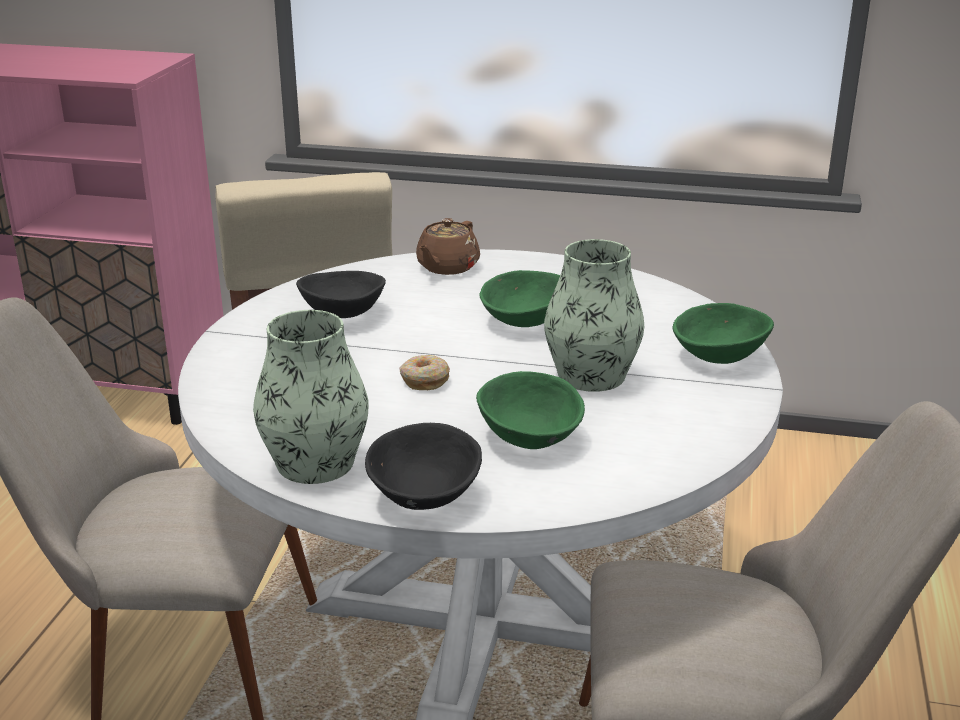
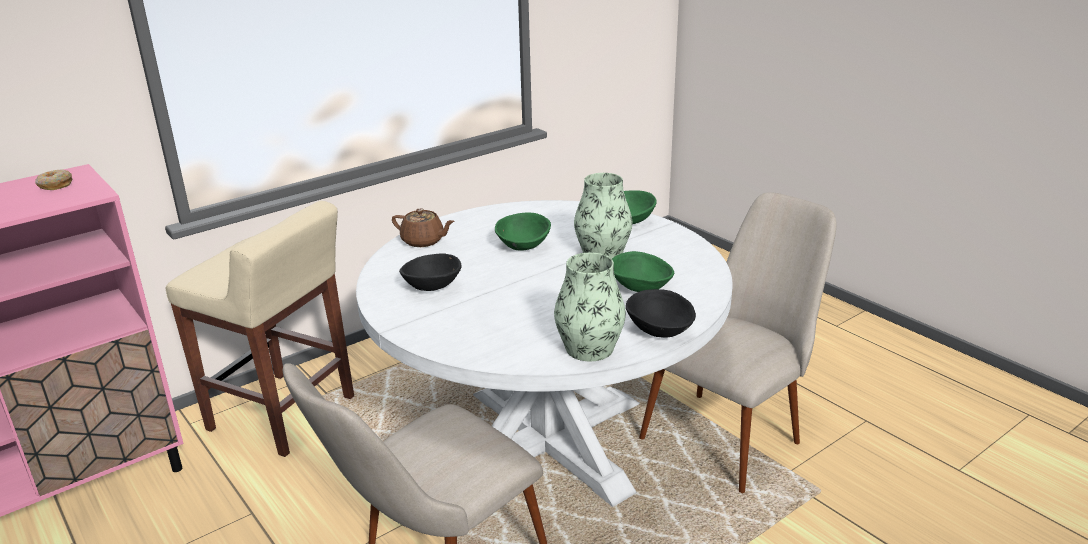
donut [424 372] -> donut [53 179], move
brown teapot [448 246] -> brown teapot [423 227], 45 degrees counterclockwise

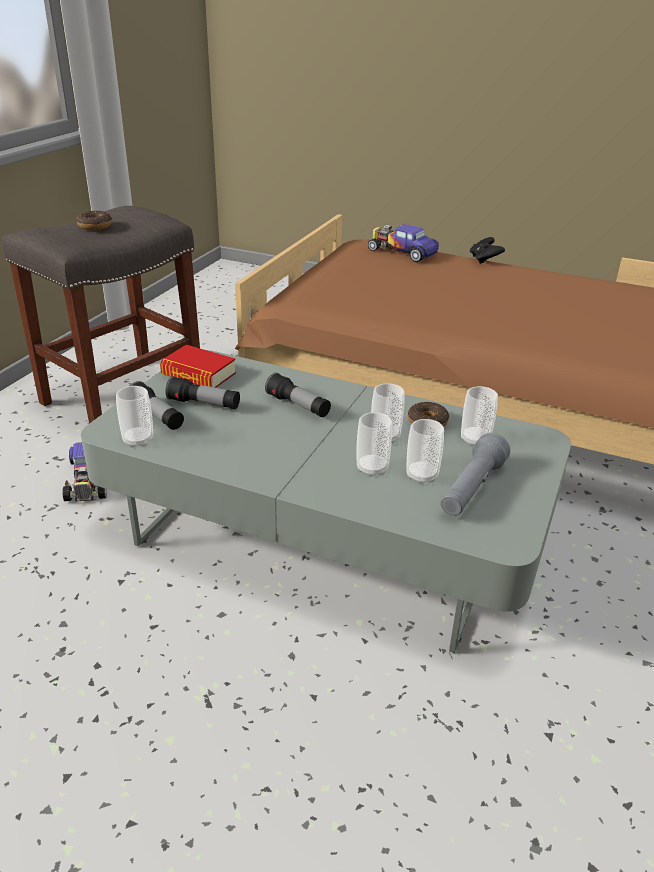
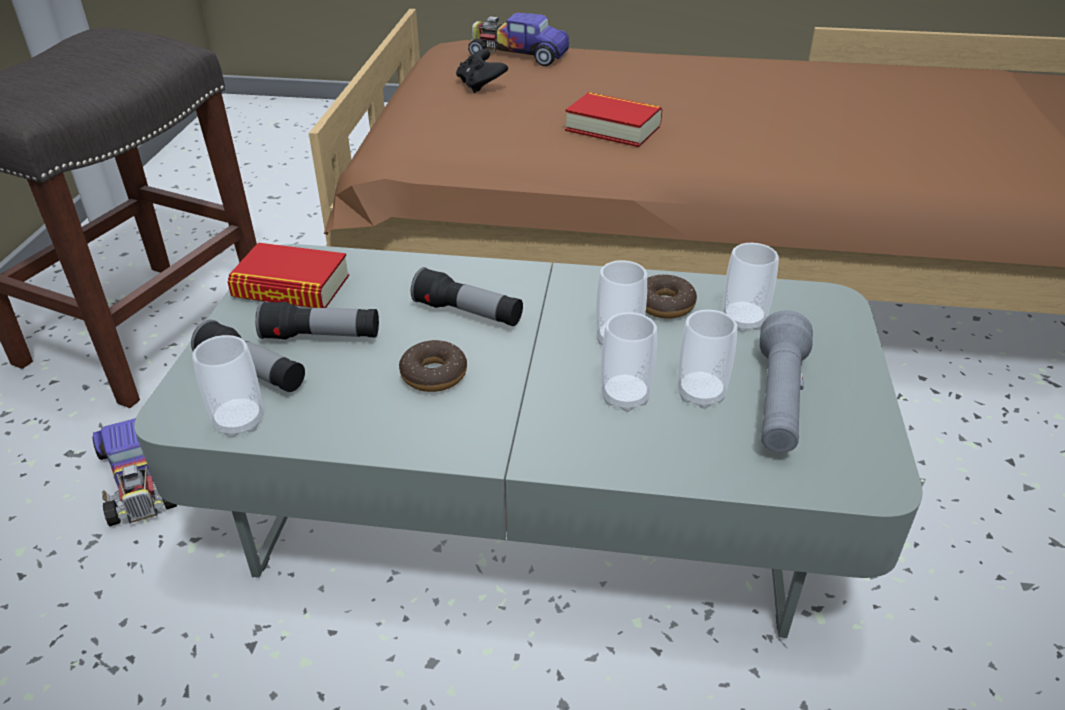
none -> book [613 119]
donut [94 220] -> donut [433 365], move
black game controller [487 250] -> black game controller [482 71], move

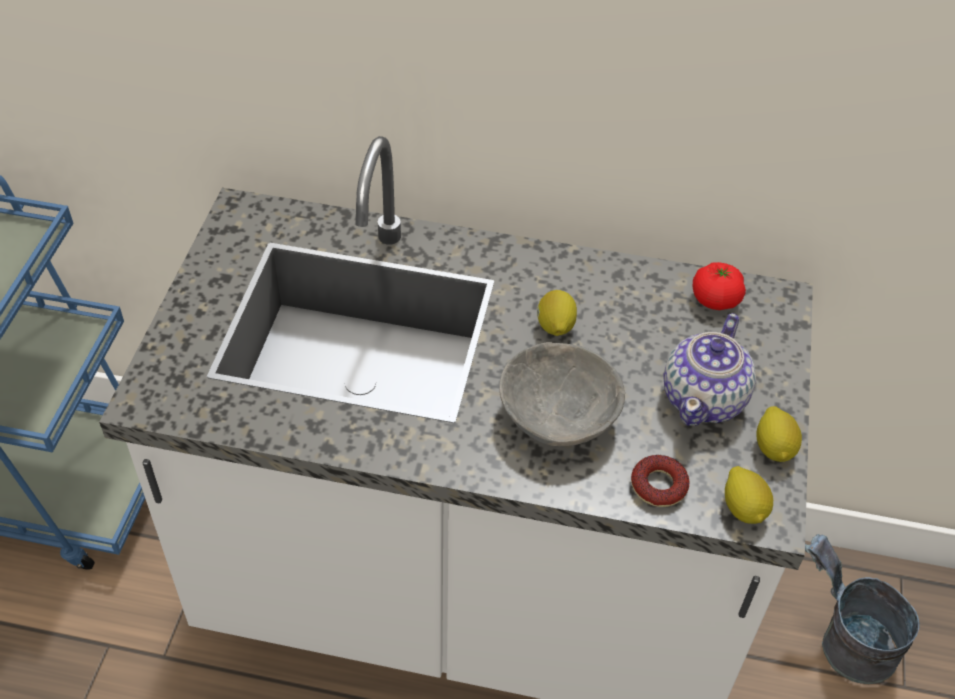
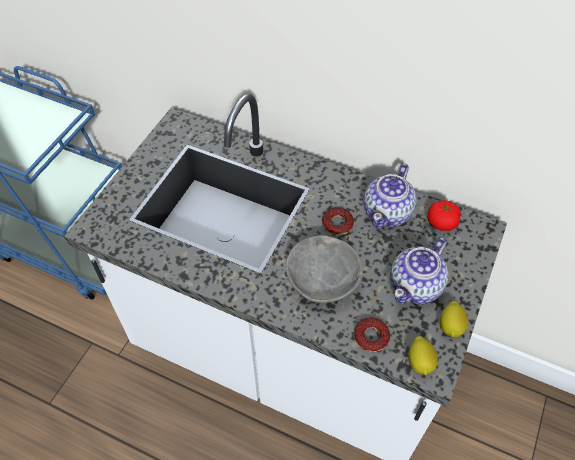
grey bucket [862 609] -> none
none -> teapot [390 196]
lemon [557 313] -> donut [338 221]

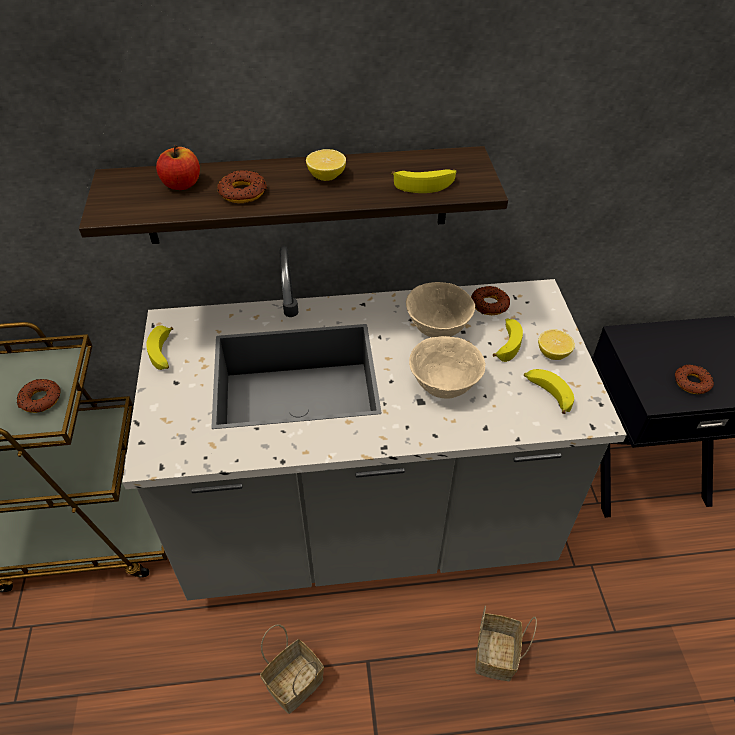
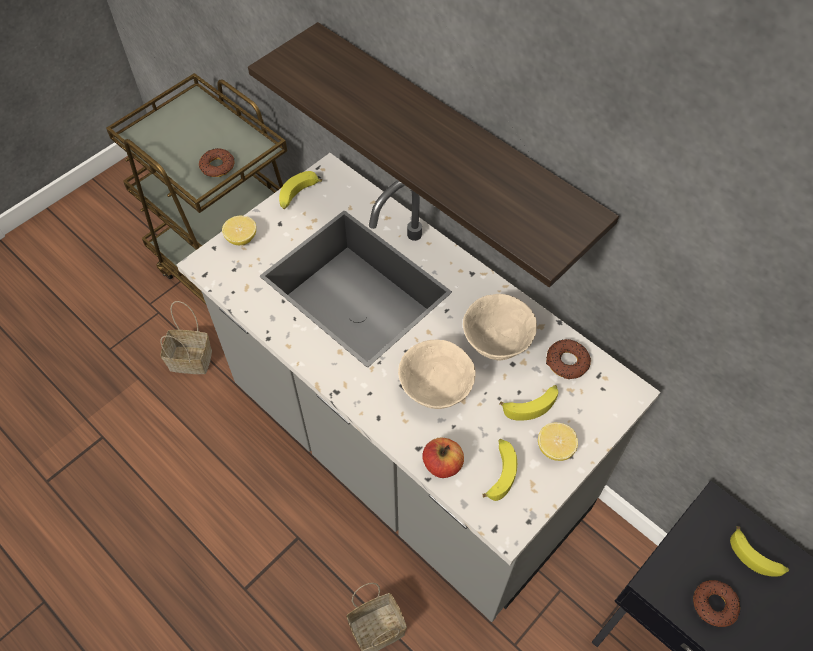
donut [242 186] -> none
apple [178 167] -> apple [443 458], move
basket [292 669] -> basket [186 337], move
lemon [326 165] -> lemon [239 230], move
banana [423 181] -> banana [759 551], move

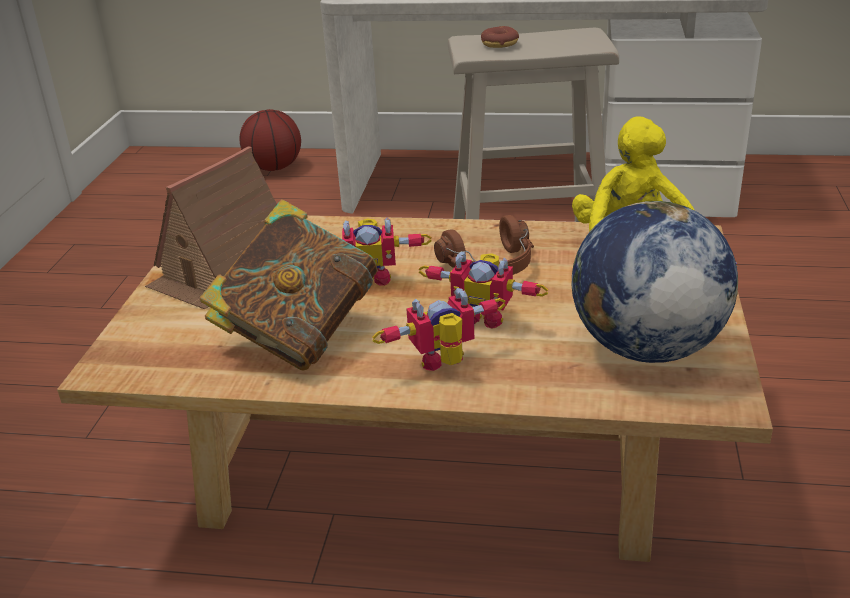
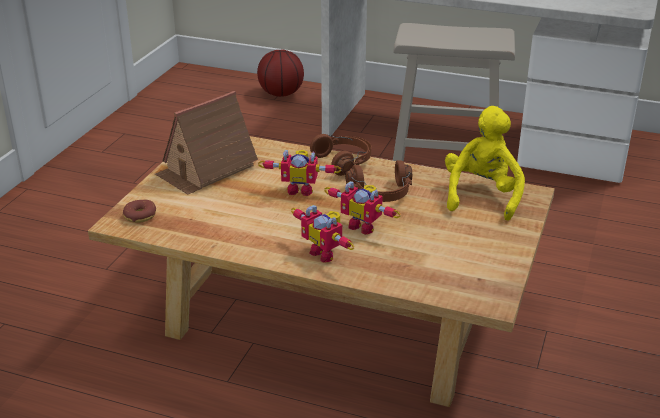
book [289 285] -> none
globe [654 282] -> none
none -> brown headphones [340 155]
donut [500 37] -> donut [139 211], move
toy robot [439 329] -> toy robot [323 234], 120 degrees counterclockwise

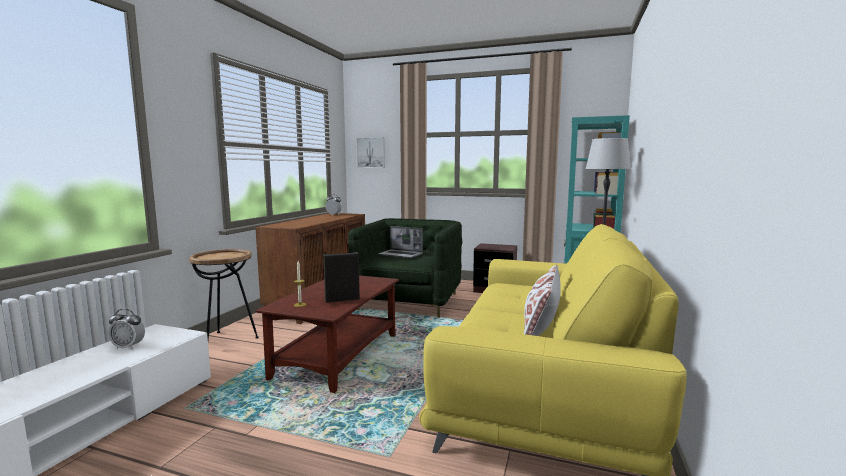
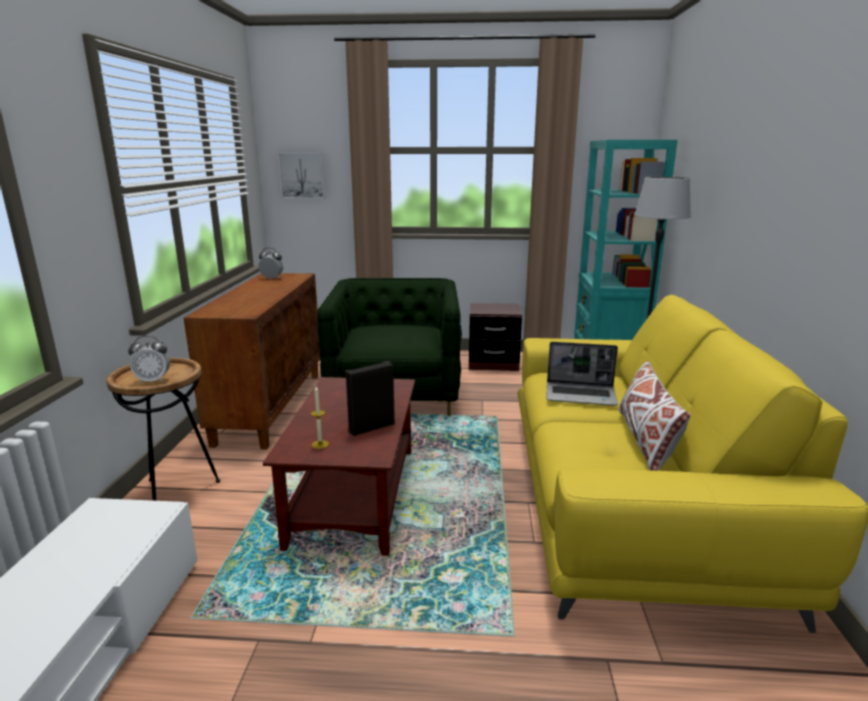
alarm clock [127 329] -> alarm clock [149 360], move
laptop [400 242] -> laptop [582 374], move

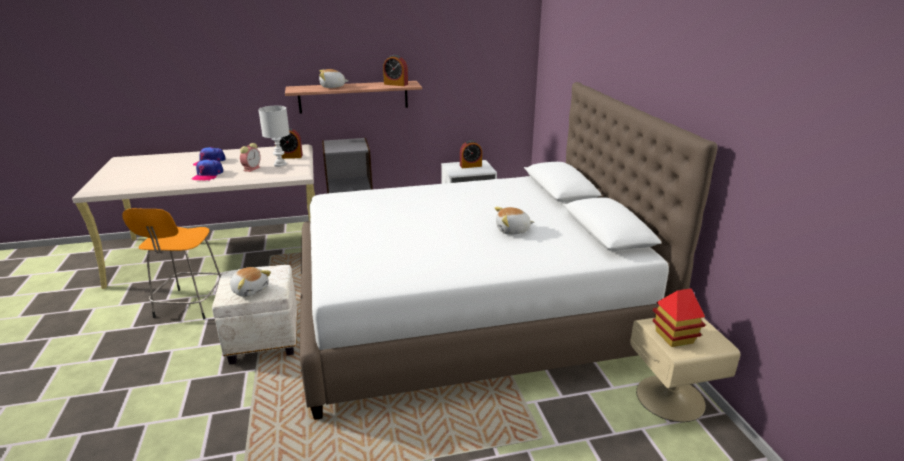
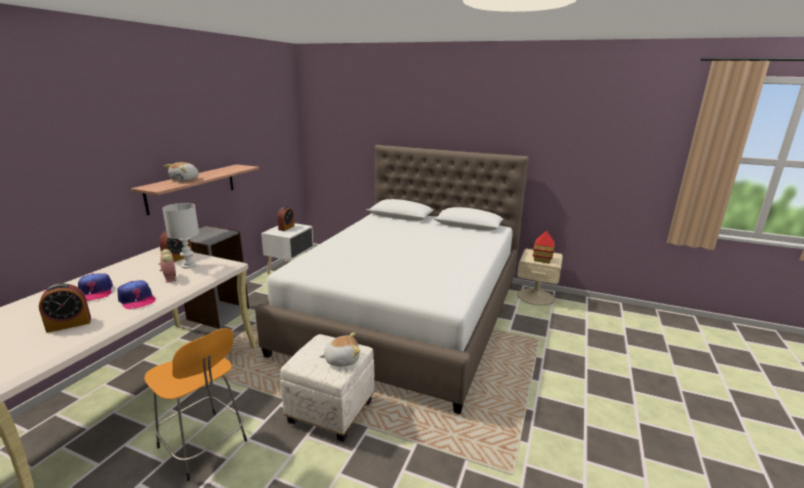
plush toy [514 221] -> none
alarm clock [395 70] -> alarm clock [65 308], move

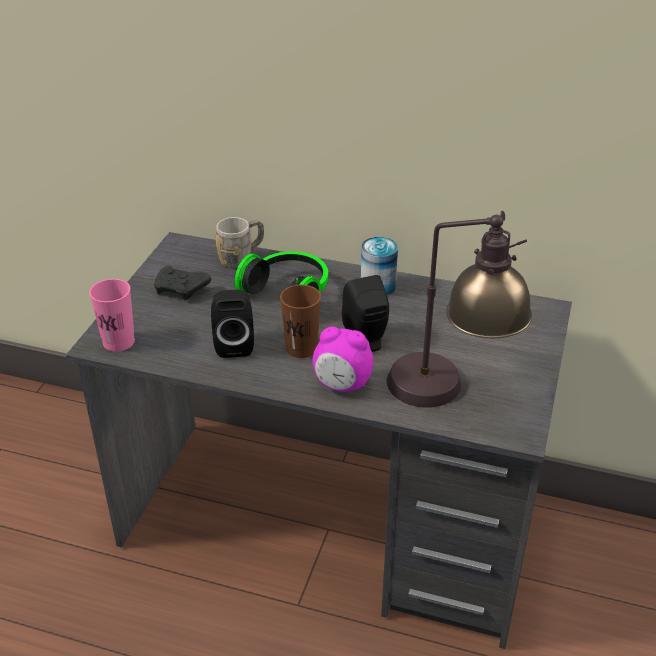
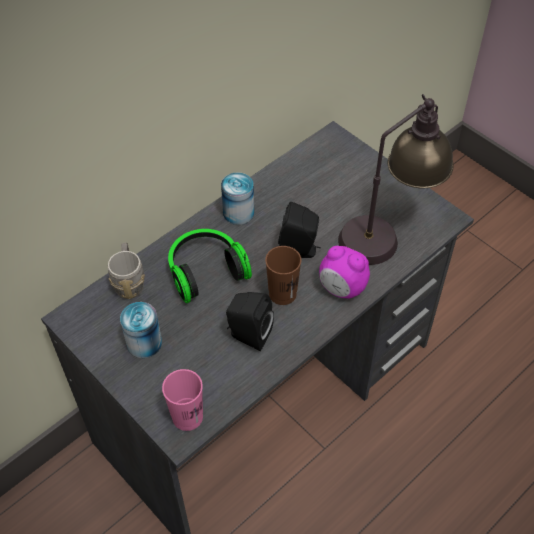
black game controller [182 283] -> can [141 330]
alarm clock [342 359] -> alarm clock [344 272], 75 degrees clockwise

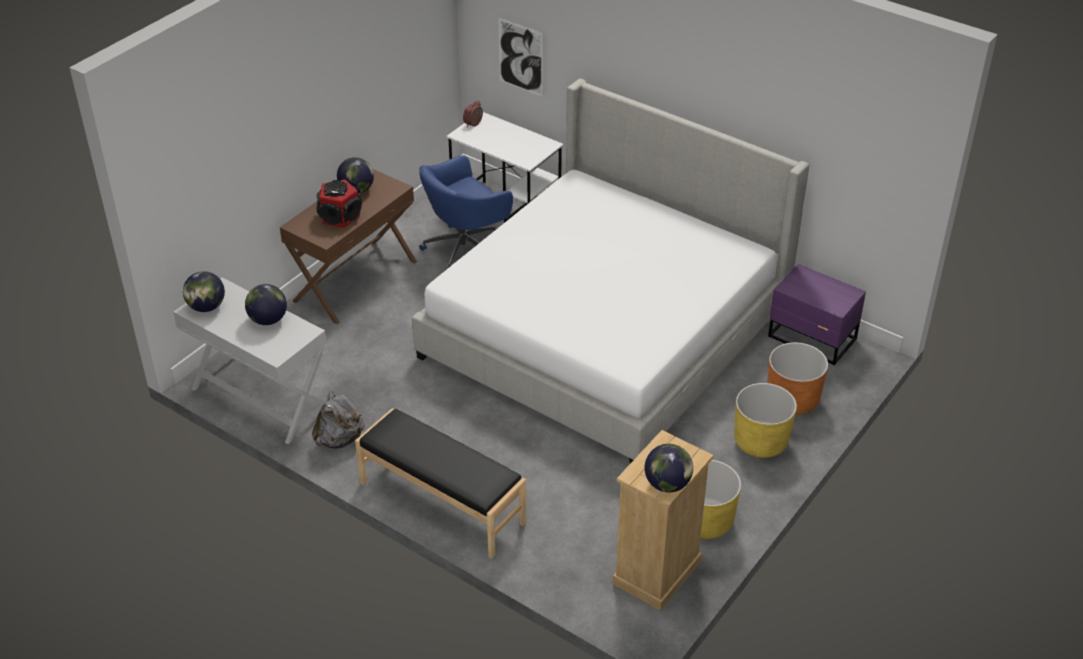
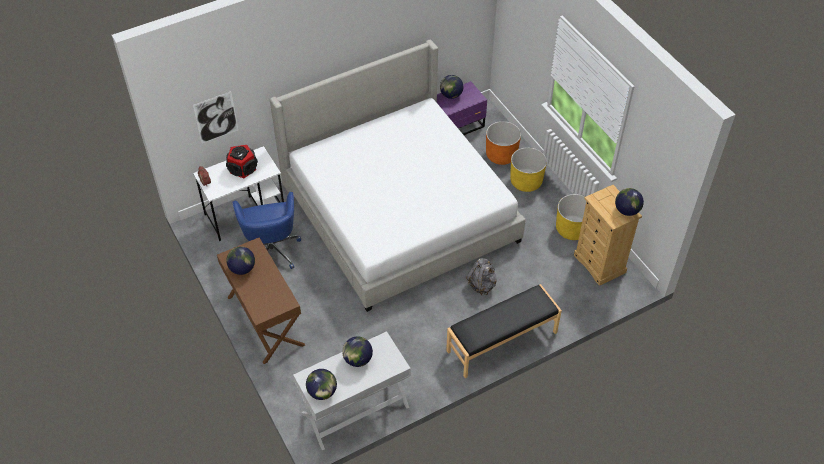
none -> globe [451 87]
grey backpack [338 419] -> grey backpack [481 276], move
speaker [339 204] -> speaker [242 161], move

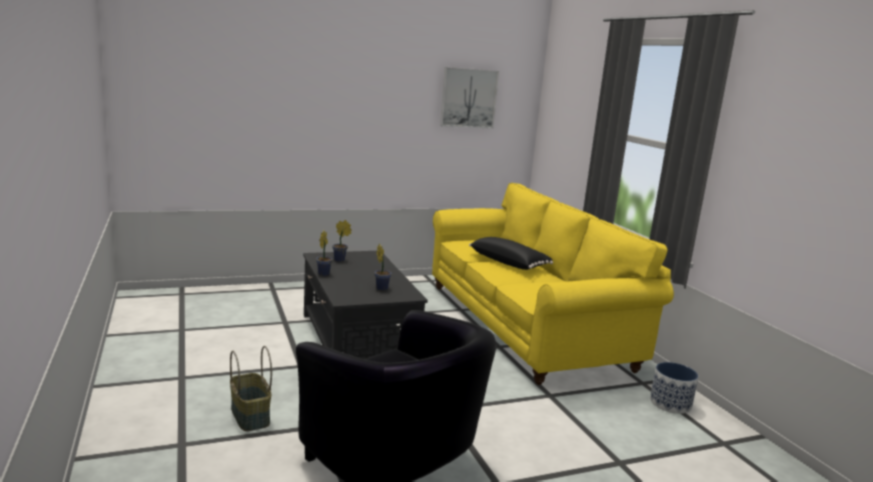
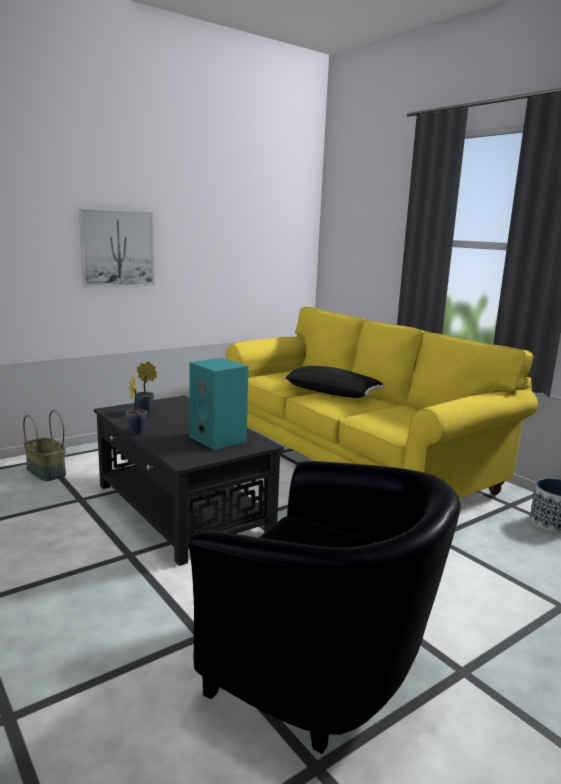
basket [251 388] -> basket [44 445], move
picture [469 98] -> picture [117 248], move
potted plant [383 267] -> turquoise speaker [218 404]

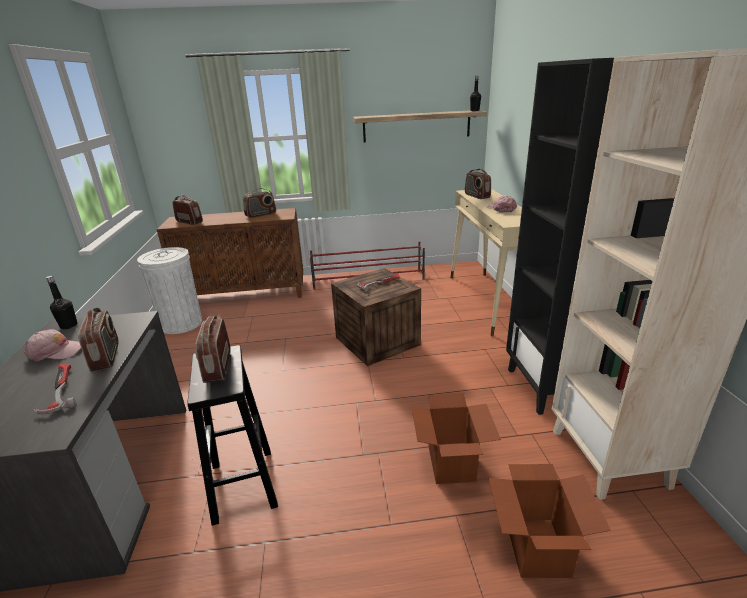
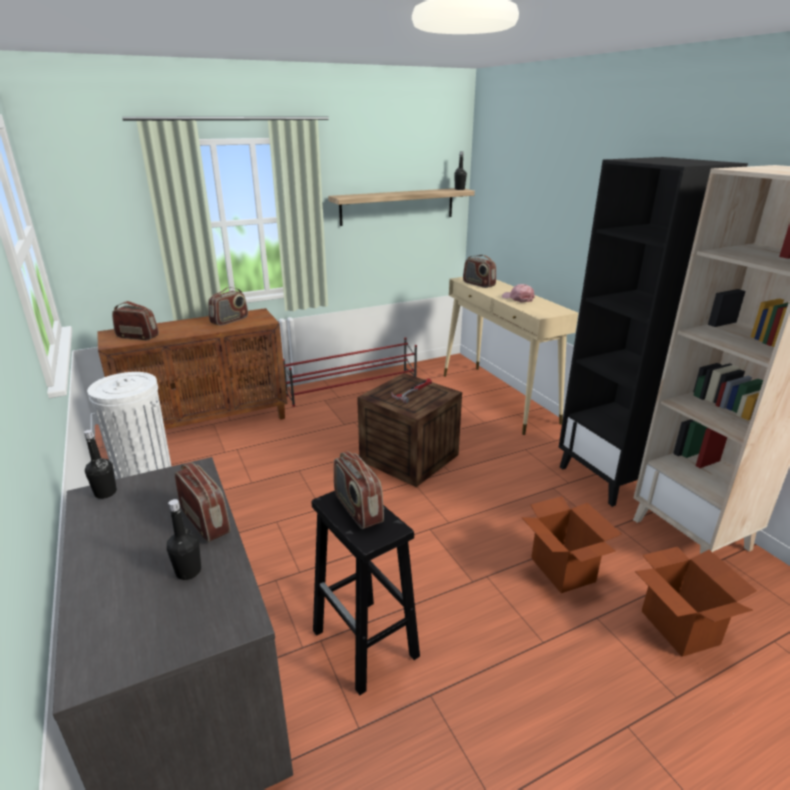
pink cap [52 345] -> none
hammer [55 389] -> black bottle [184 539]

